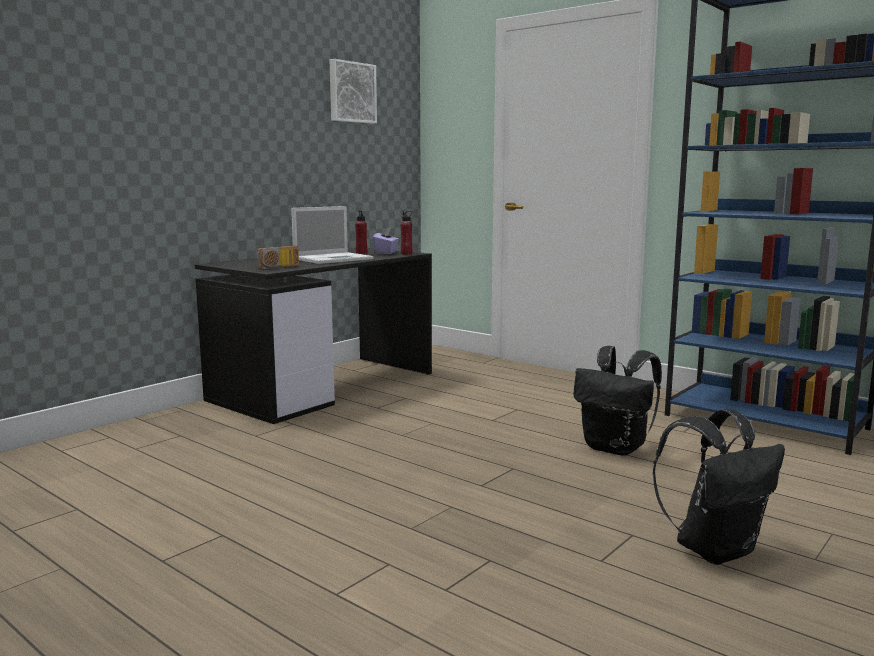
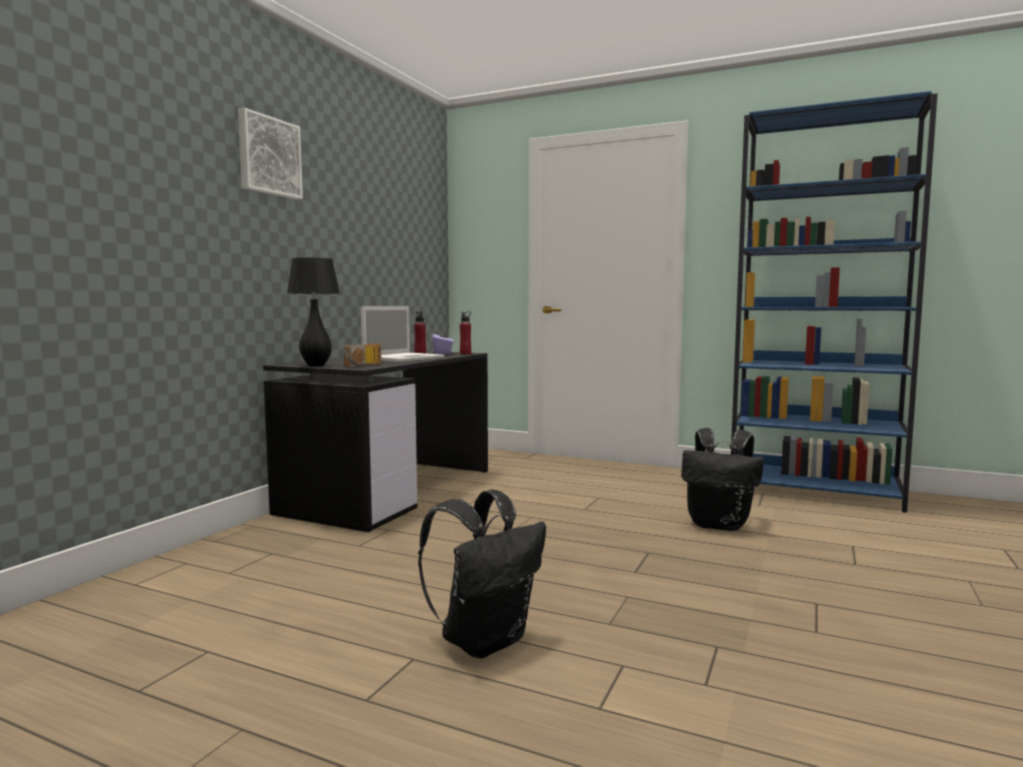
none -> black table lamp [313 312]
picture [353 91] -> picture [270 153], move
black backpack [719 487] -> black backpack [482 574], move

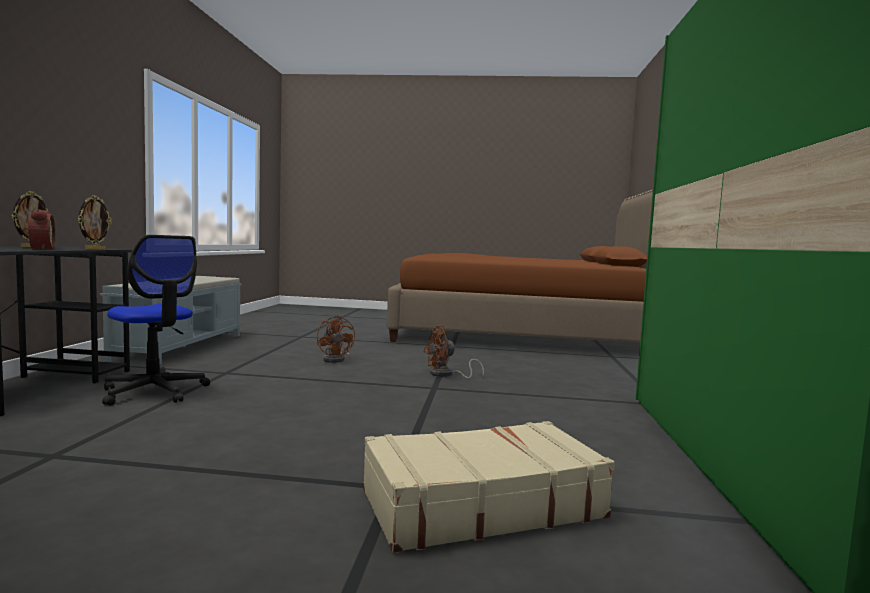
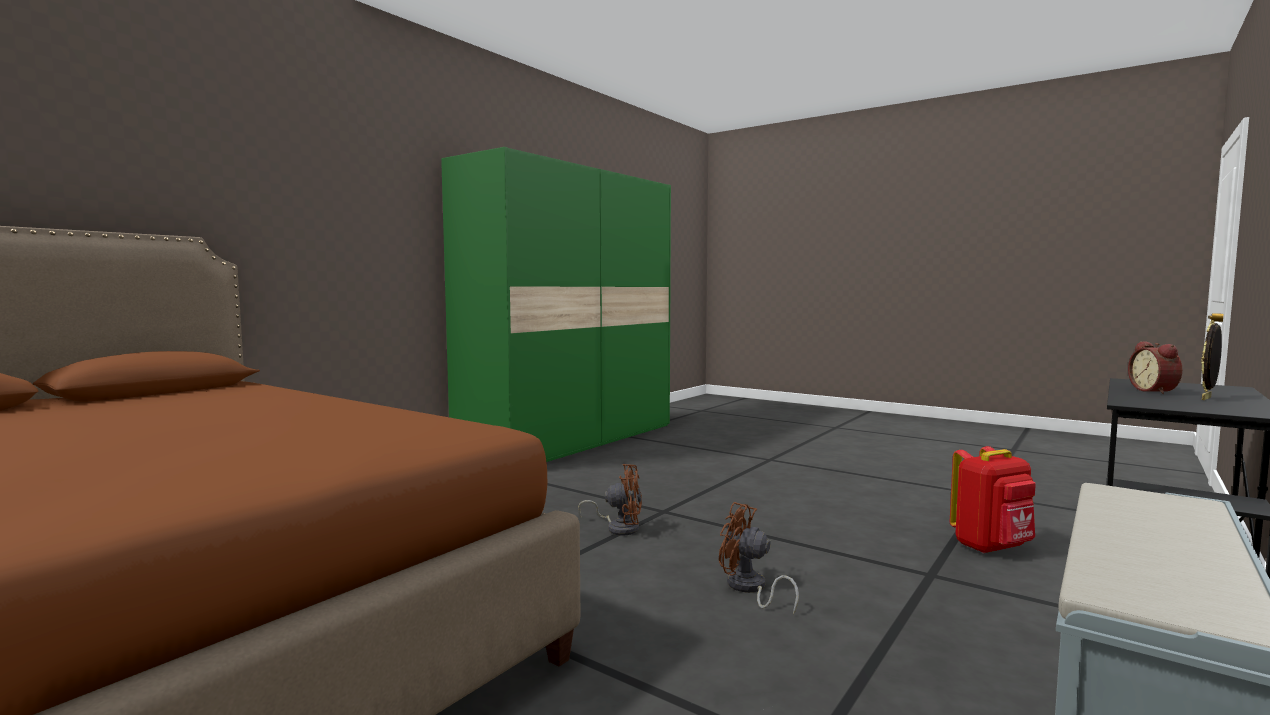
picture frame [95 222] -> none
beige suitcase [489 487] -> none
office chair [156 320] -> red backpack [993 500]
brown fan [336 339] -> brown fan [759 558], 60 degrees counterclockwise

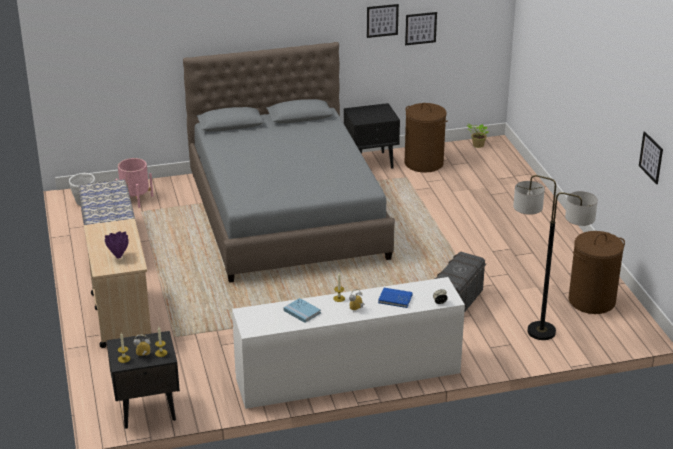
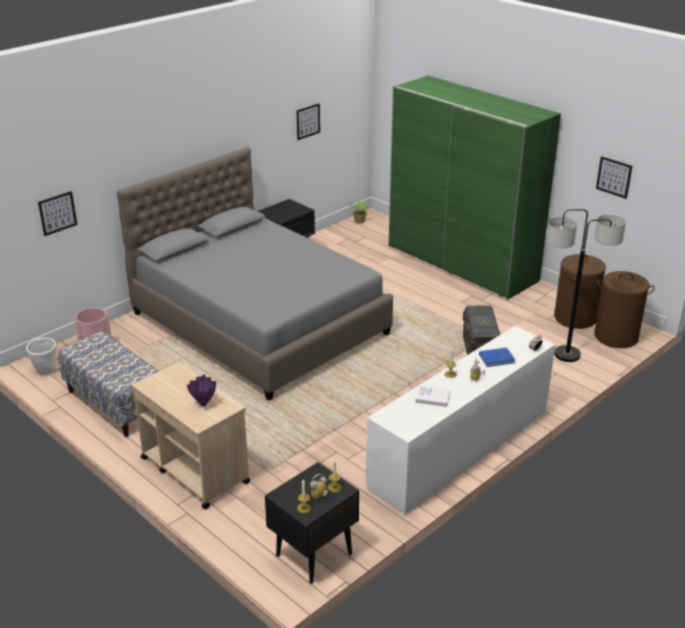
none -> green wardrobe [475 188]
picture [383 21] -> picture [57 213], move
brown laundry basket [426 138] -> brown laundry basket [624 309], move
blue book [302 310] -> white book [433 396]

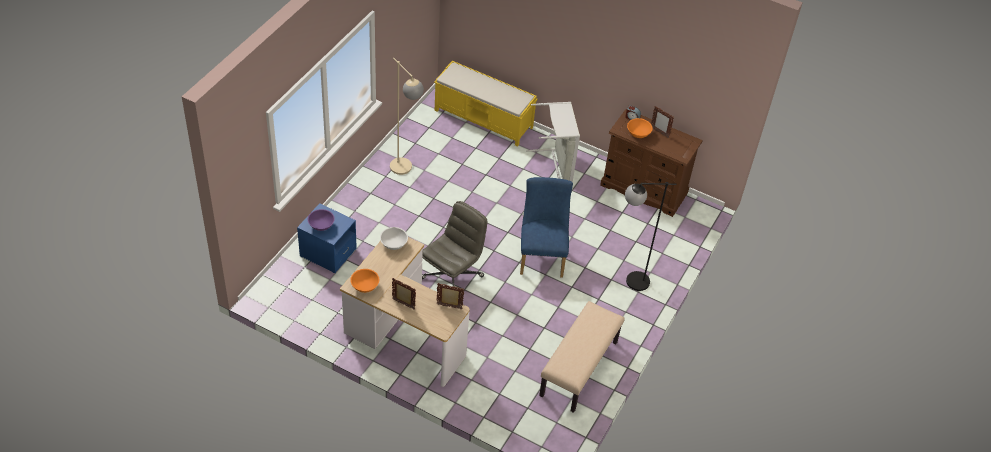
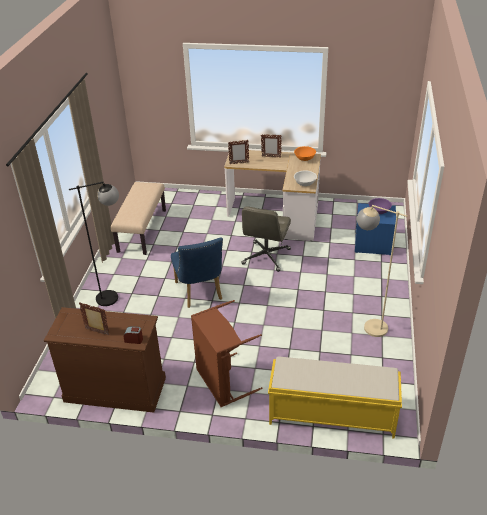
orange bowl [640 128] -> none
grey laundry basket [553 142] -> brown laundry basket [227 353]

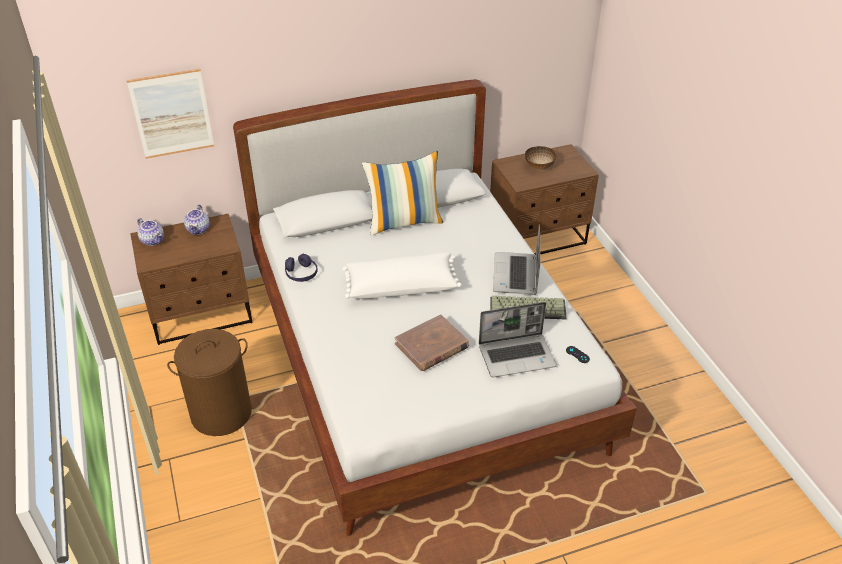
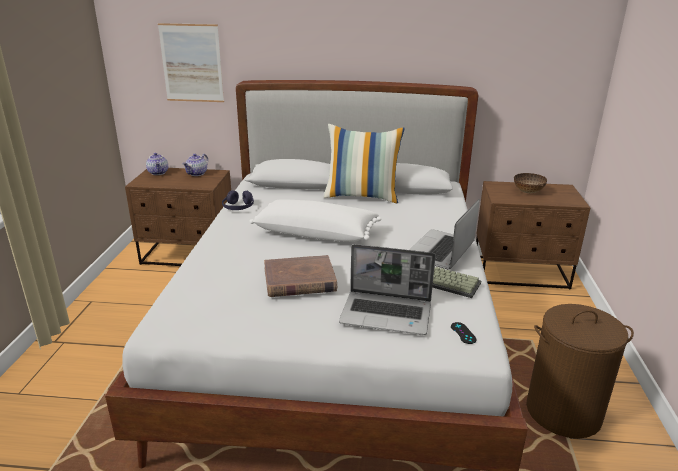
brown laundry basket [209 382] -> brown laundry basket [580 371], move

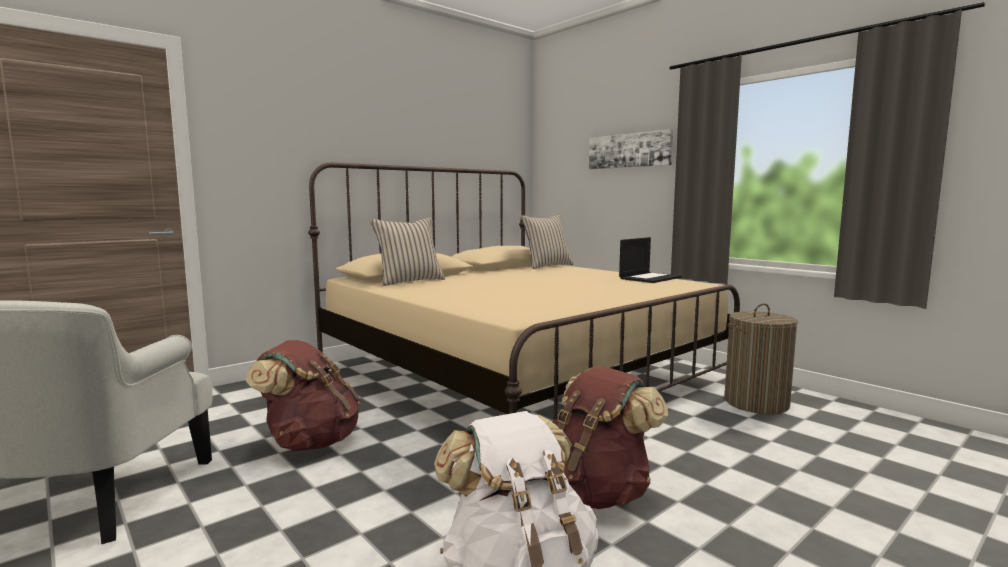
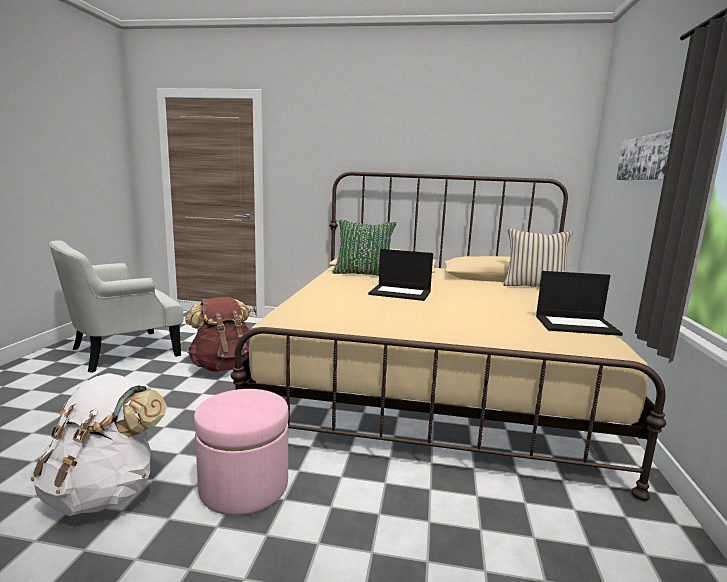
laundry basket [761 358] -> none
none -> laptop [400 275]
brown backpack [610 437] -> pink ottoman [241 452]
beige pillow [407 251] -> green pillow [364 247]

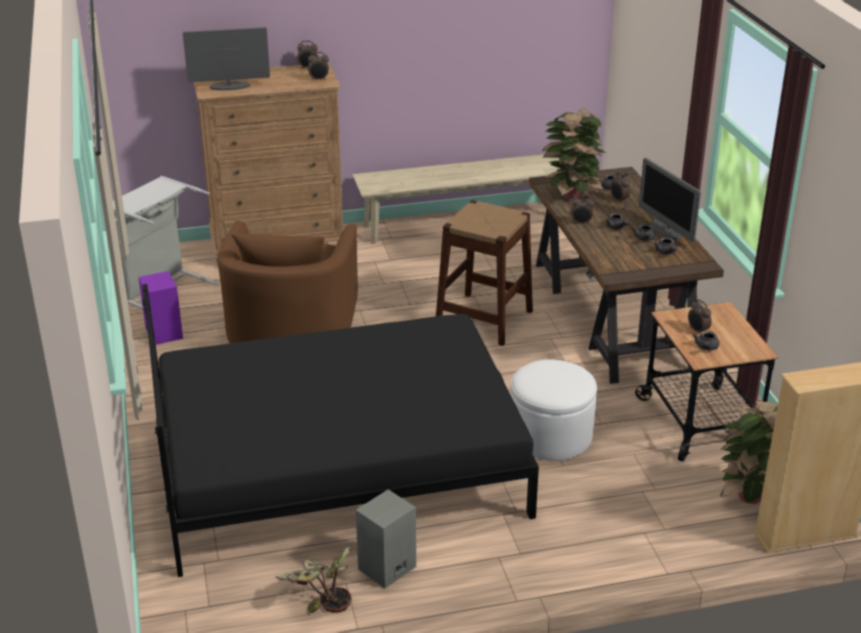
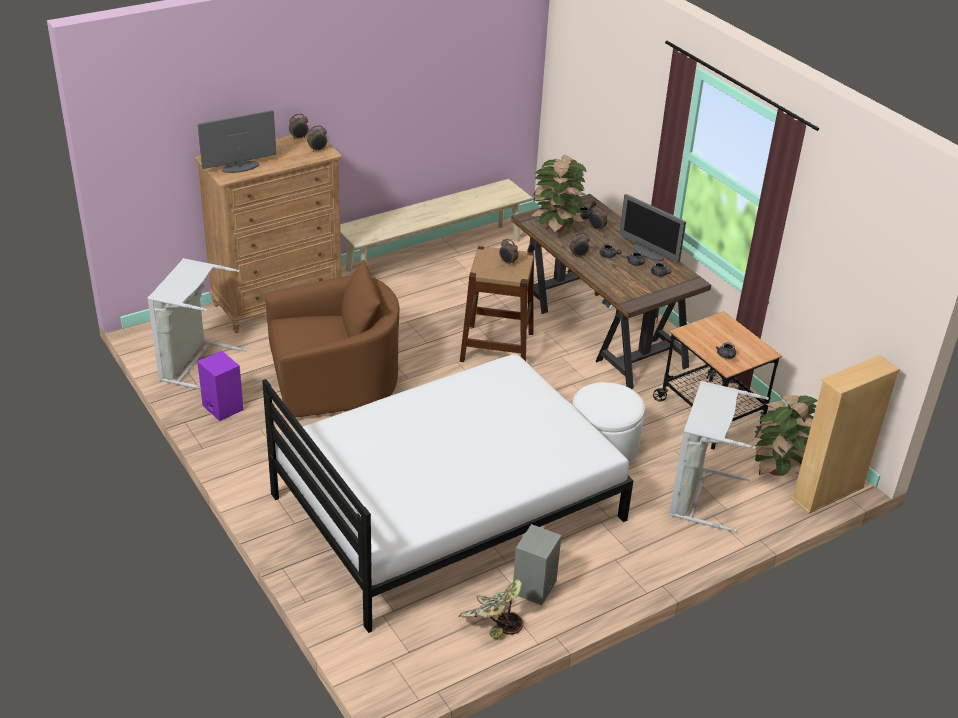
none -> grey laundry basket [719 456]
alarm clock [700 317] -> alarm clock [508 252], move
black bed [341 430] -> white bed [448 493]
brown armchair [287 282] -> brown armchair [332 338], 90 degrees counterclockwise

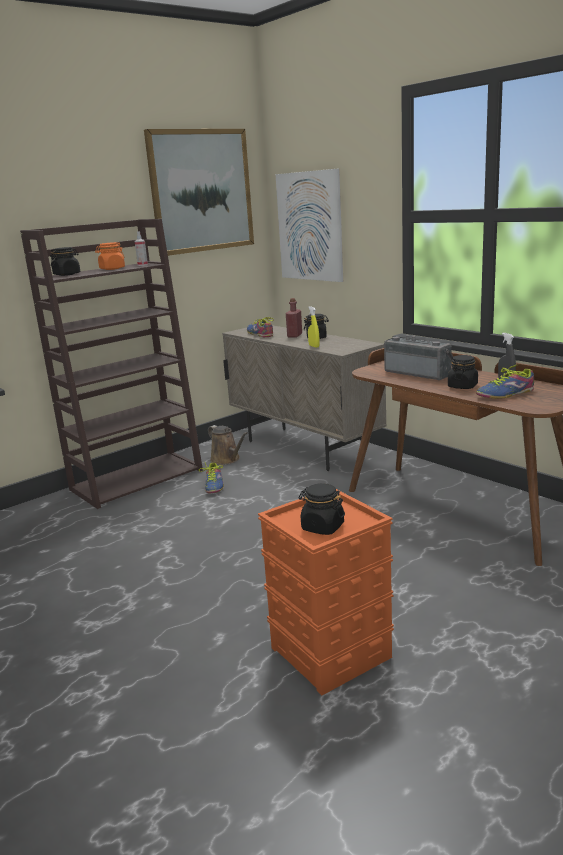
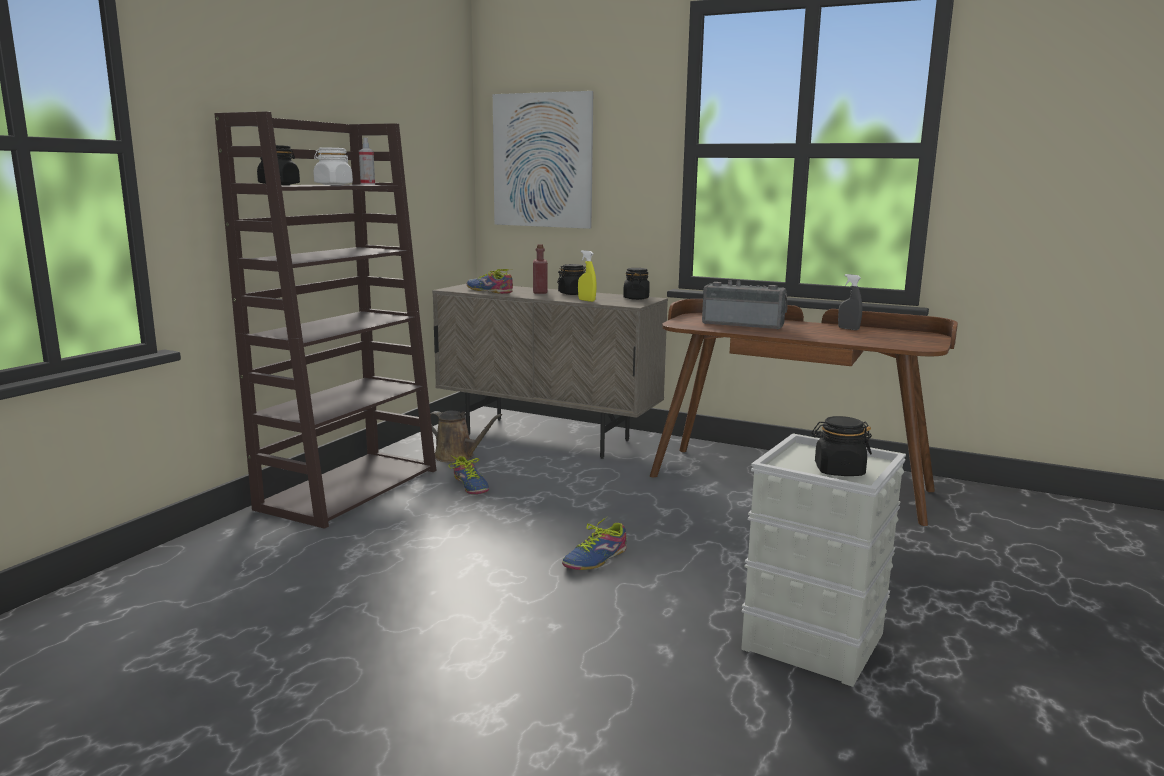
picture [199 192] -> none
black jar [463 372] -> black jar [636 284], move
shoe [505 381] -> shoe [594 543], move
orange jar [110 256] -> white jar [333 166]
orange storage box [326 592] -> grey storage box [823 560]

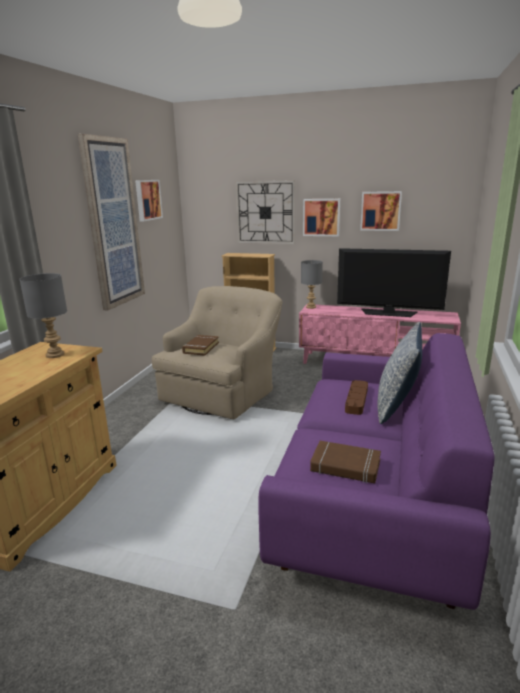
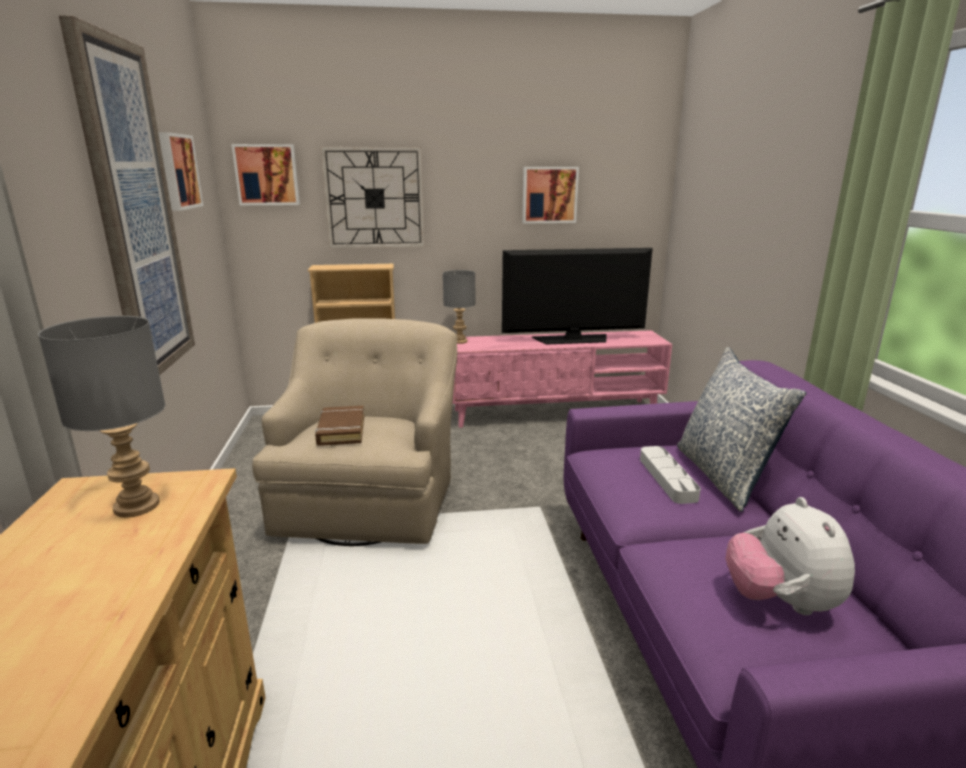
picture [321 217] -> picture [265 174], move
brown book [345 462] -> plush toy [790 556]
brown tray [356 397] -> grey tray [670 475]

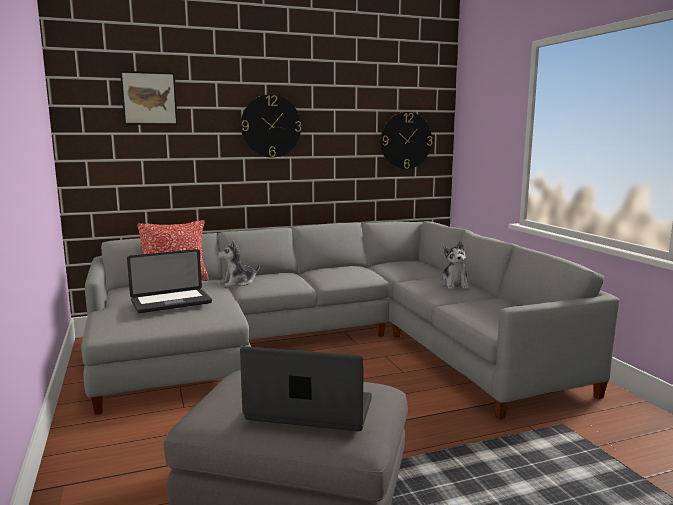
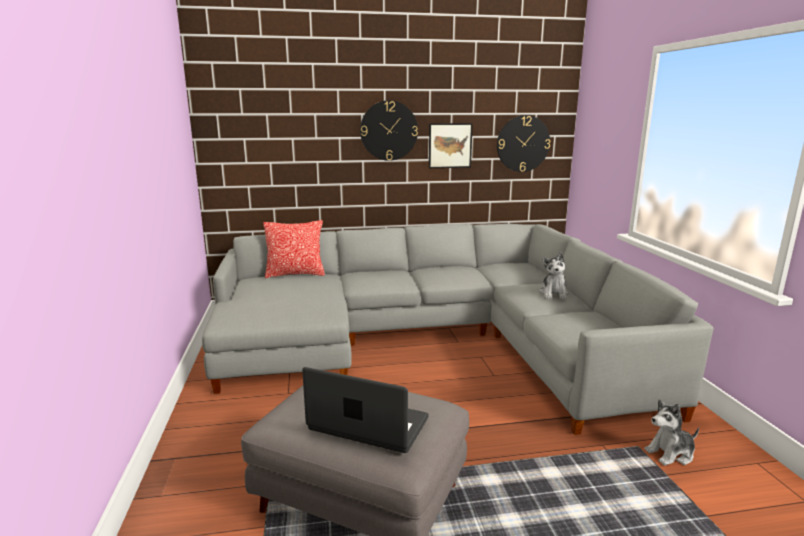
laptop [169 281] -> none
picture [149 98] -> picture [451 145], move
plush toy [238 263] -> plush toy [671 432], move

